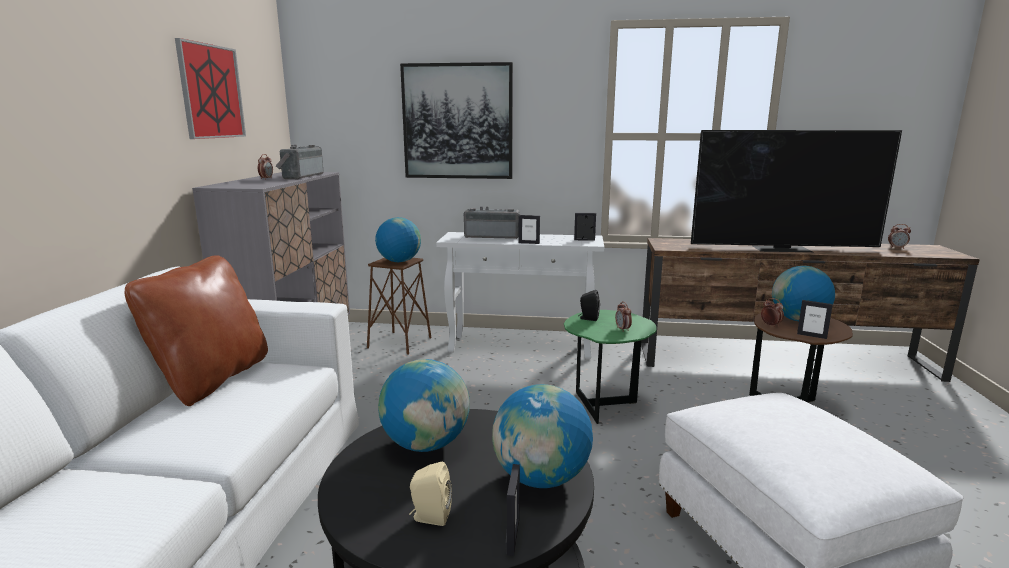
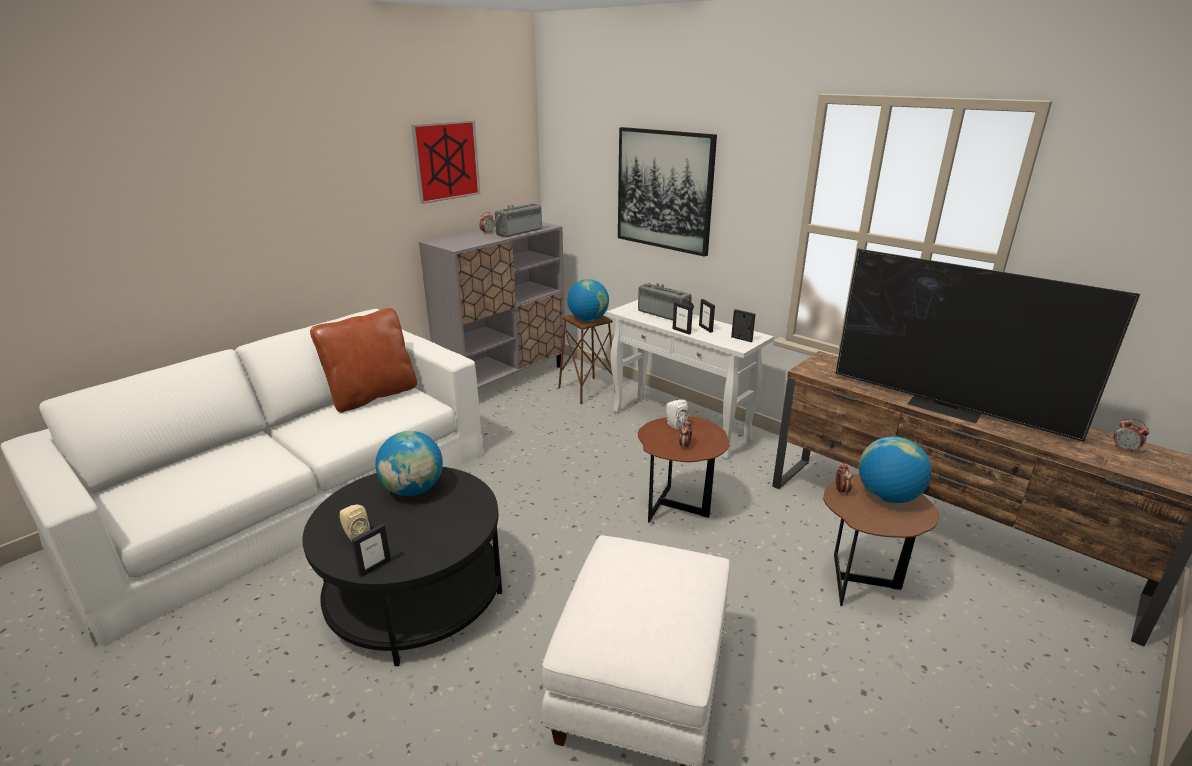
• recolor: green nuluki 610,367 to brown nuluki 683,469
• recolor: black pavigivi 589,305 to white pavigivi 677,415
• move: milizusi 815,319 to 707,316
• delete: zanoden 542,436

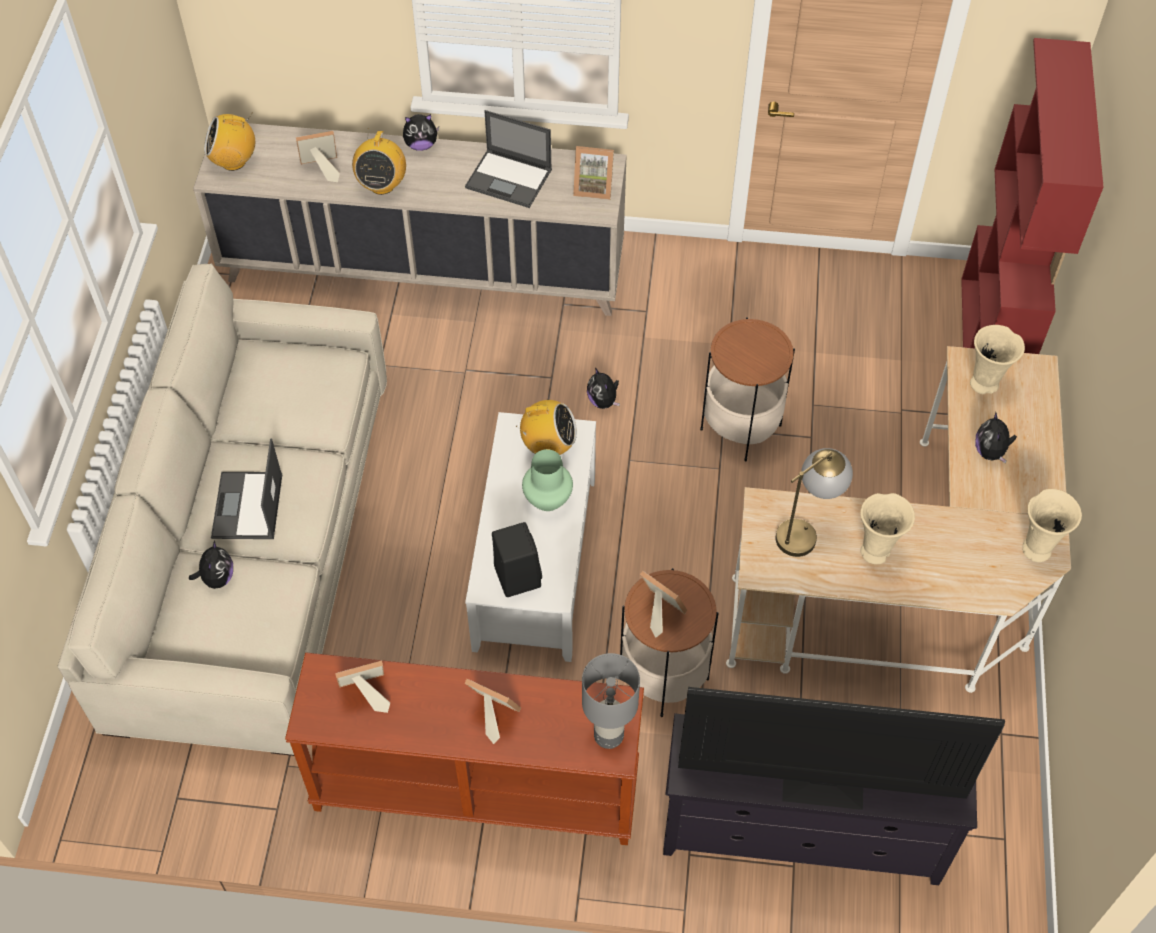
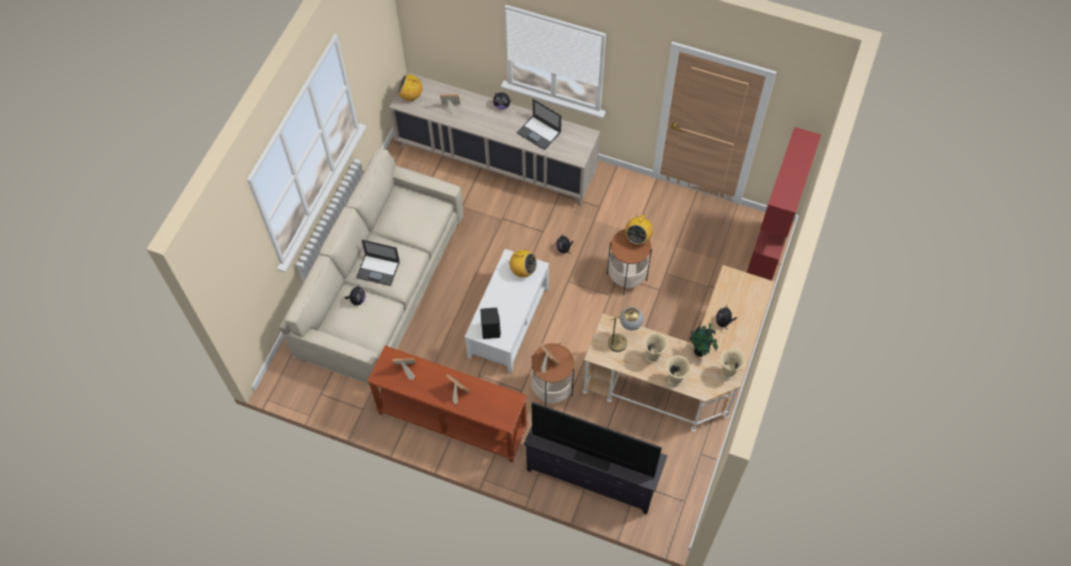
• rotate: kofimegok 246,488 = 378,263 90 degrees counterclockwise
• move: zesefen 379,163 to 639,229
• move: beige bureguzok 997,360 to 678,371
• insert: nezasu 704,339
• delete: green bureguzok 547,480
• delete: milizusi 593,173
• delete: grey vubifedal 611,701

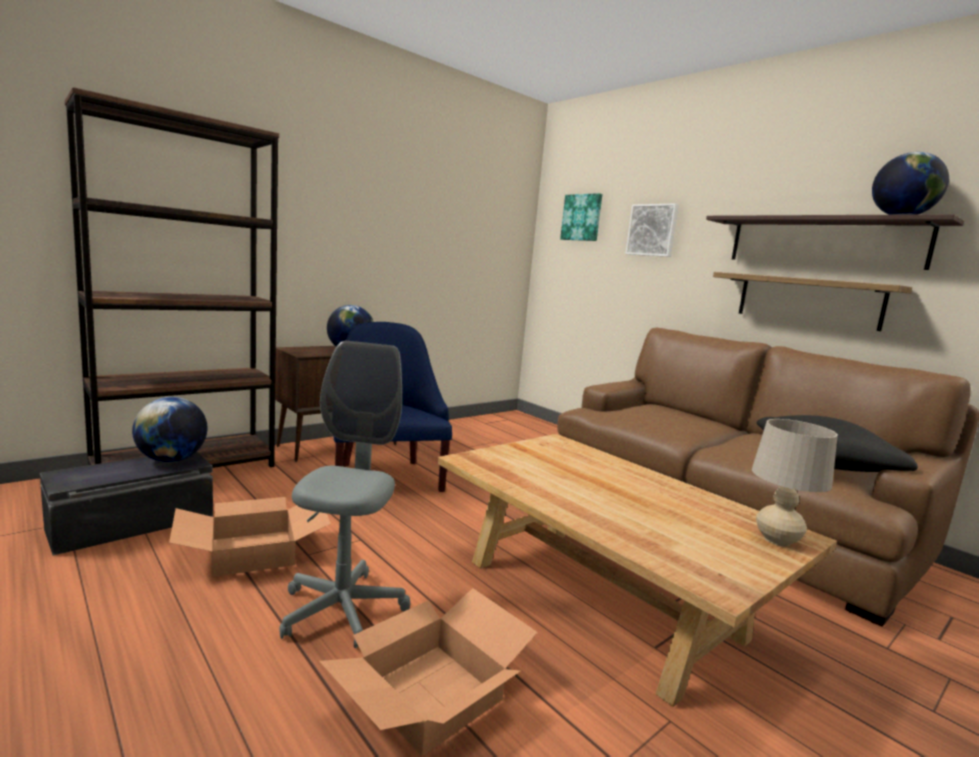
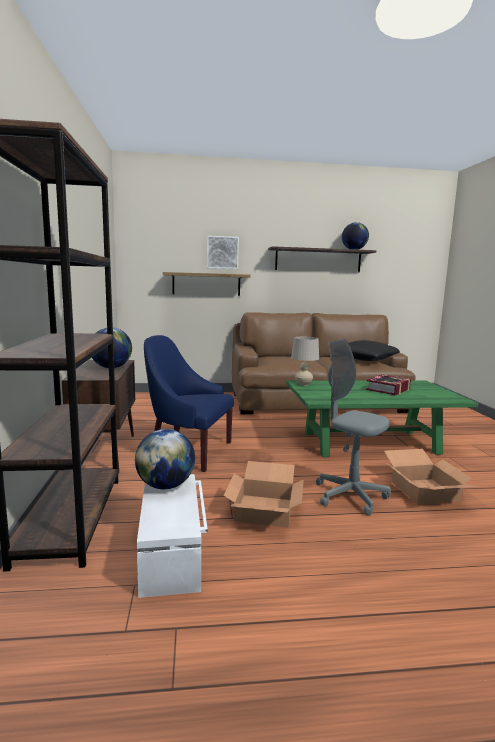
• recolor: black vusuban 126,503 to white vusuban 172,536
• move: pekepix 812,301 to 207,284
• recolor: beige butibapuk 637,570 to green butibapuk 382,419
• move: beige vubifedal 795,482 to 305,361
• insert: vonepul 388,384
• delete: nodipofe 581,217

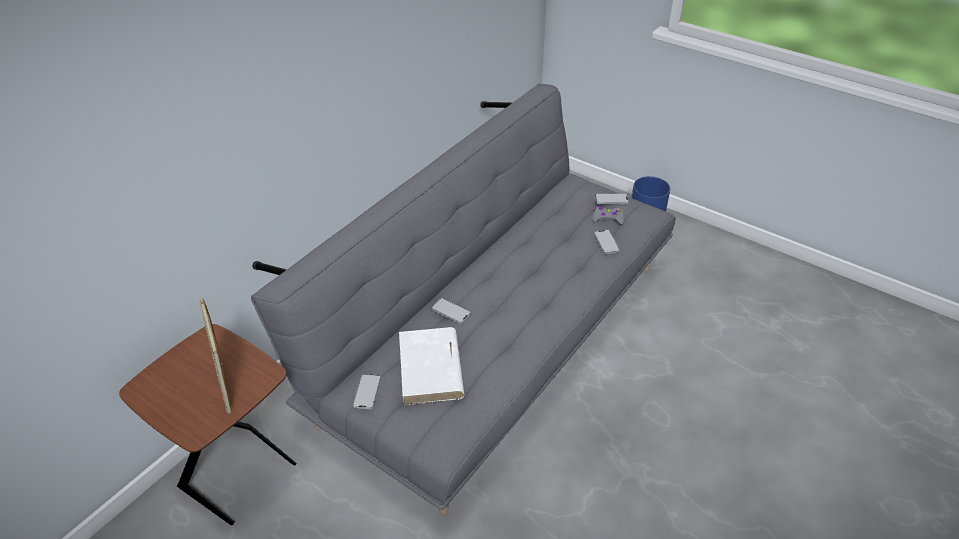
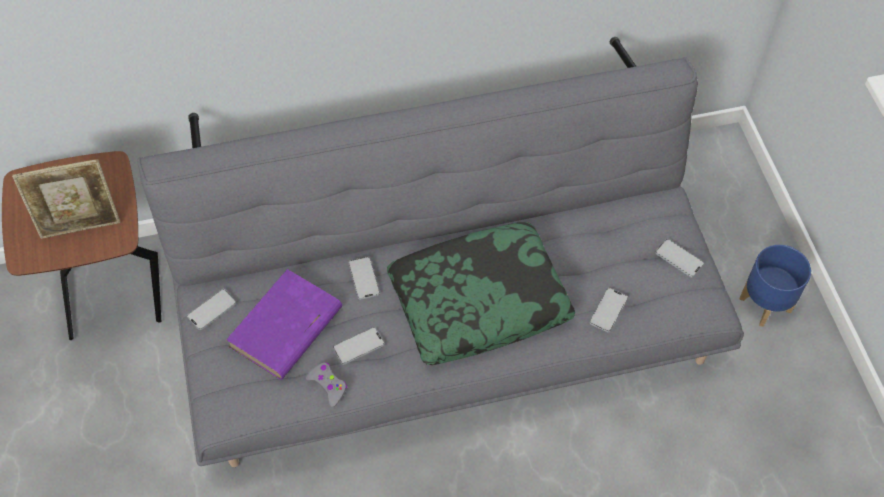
• rotate: milizusi 215,356 = 66,199 120 degrees counterclockwise
• recolor: white vonepul 432,366 to purple vonepul 284,324
• move: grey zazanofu 608,215 to 326,384
• insert: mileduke 358,346
• insert: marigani 481,293

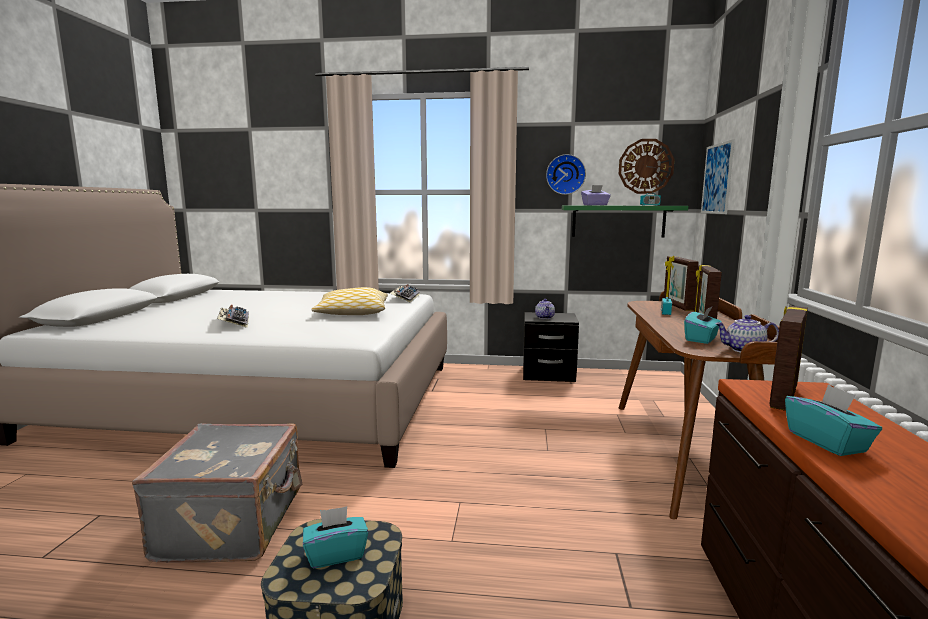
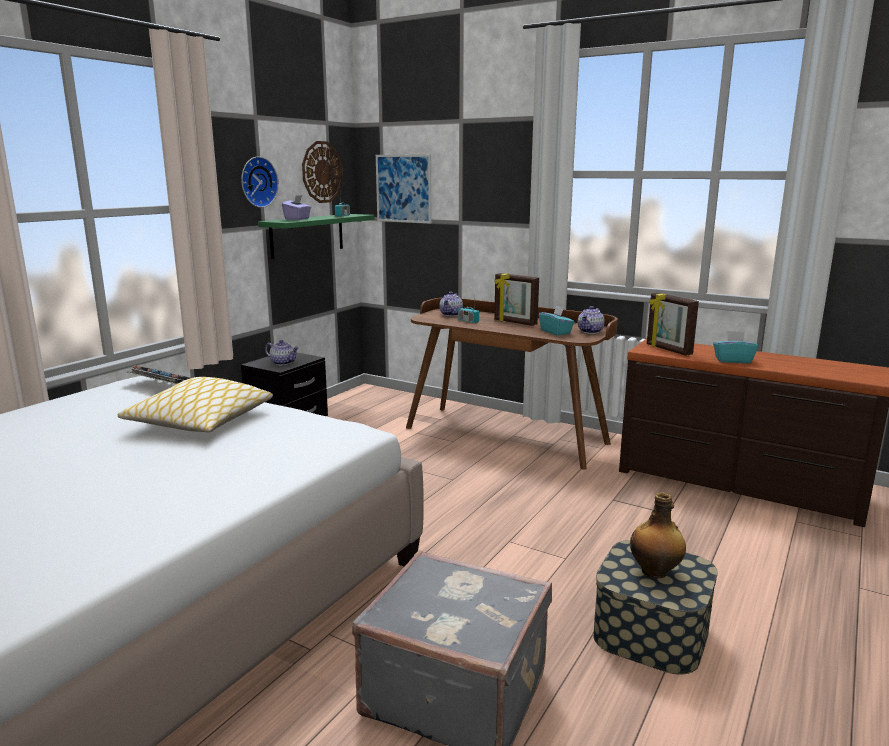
• replace: milizusi 681,283 to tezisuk 451,304
• replace: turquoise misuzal 335,537 to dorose 658,535
• delete: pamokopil 233,316

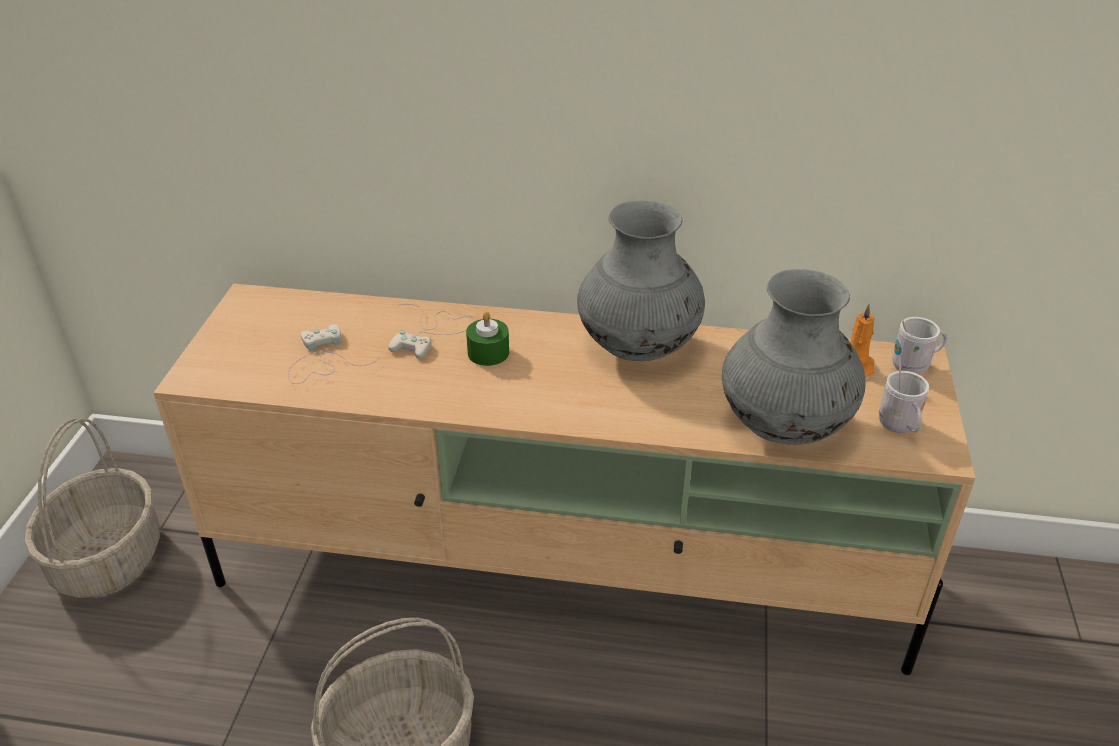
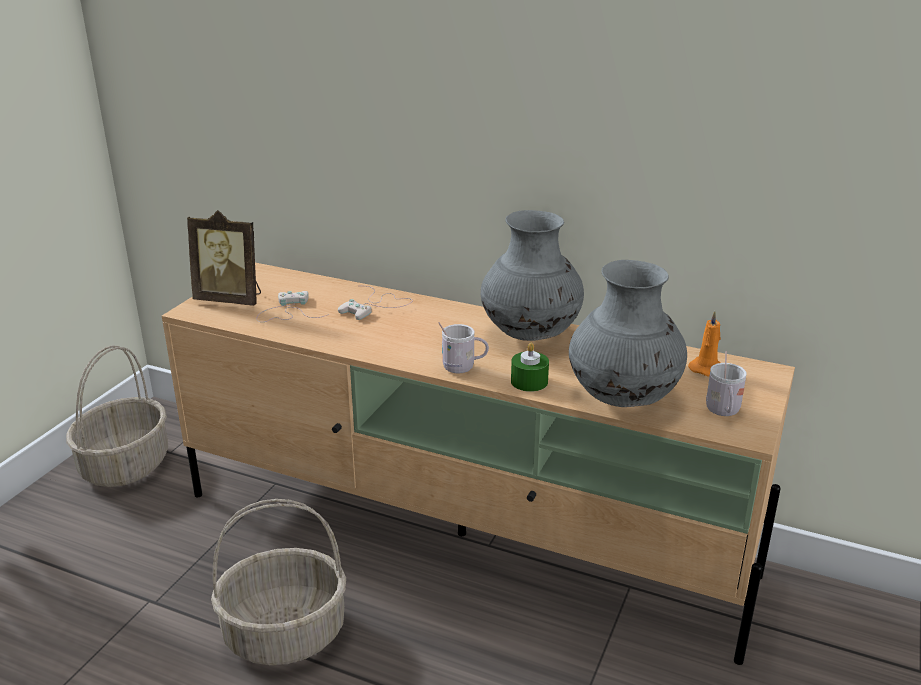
• insert: milizusi 224,258
• move: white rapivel 919,346 to 463,347
• move: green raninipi 487,339 to 530,367

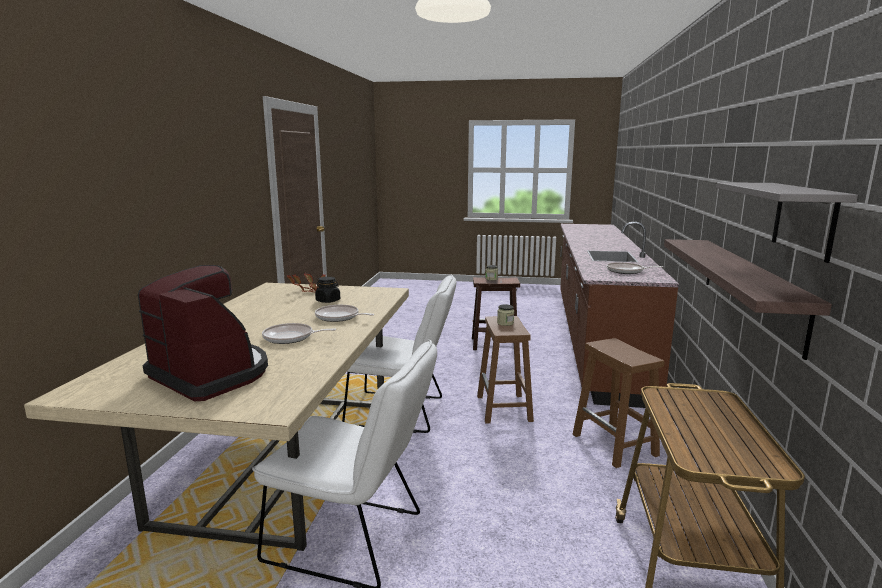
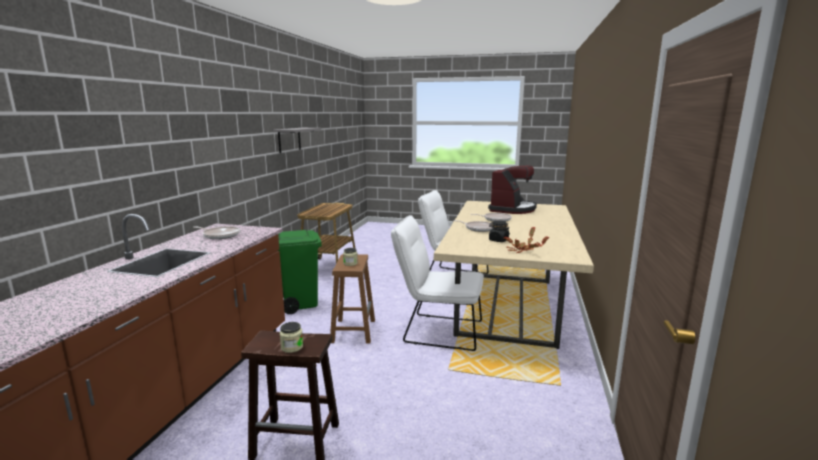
• replace: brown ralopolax 618,403 to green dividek 300,272
• rotate: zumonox 203,333 = 512,189 105 degrees counterclockwise
• delete: pekepix 748,299

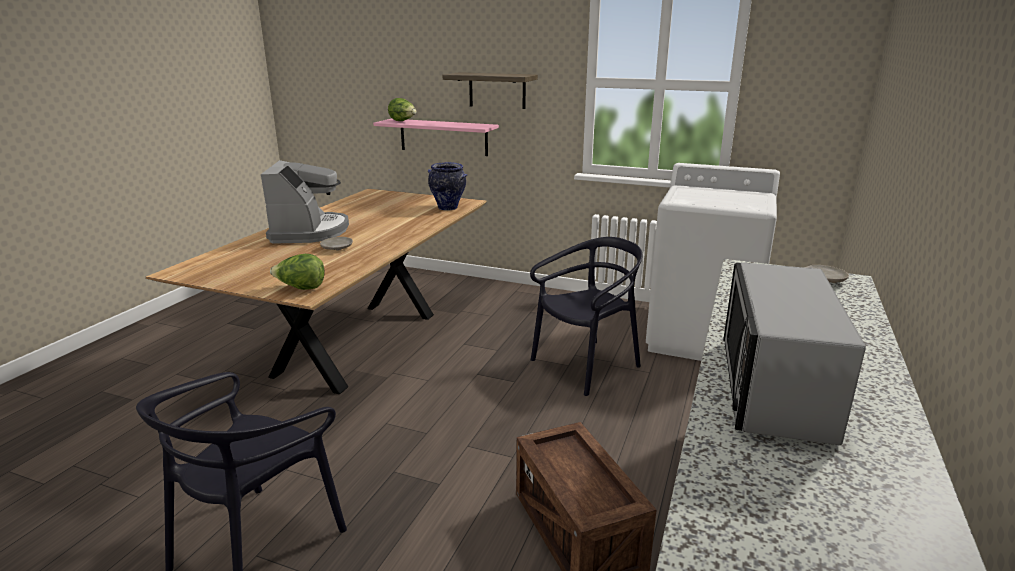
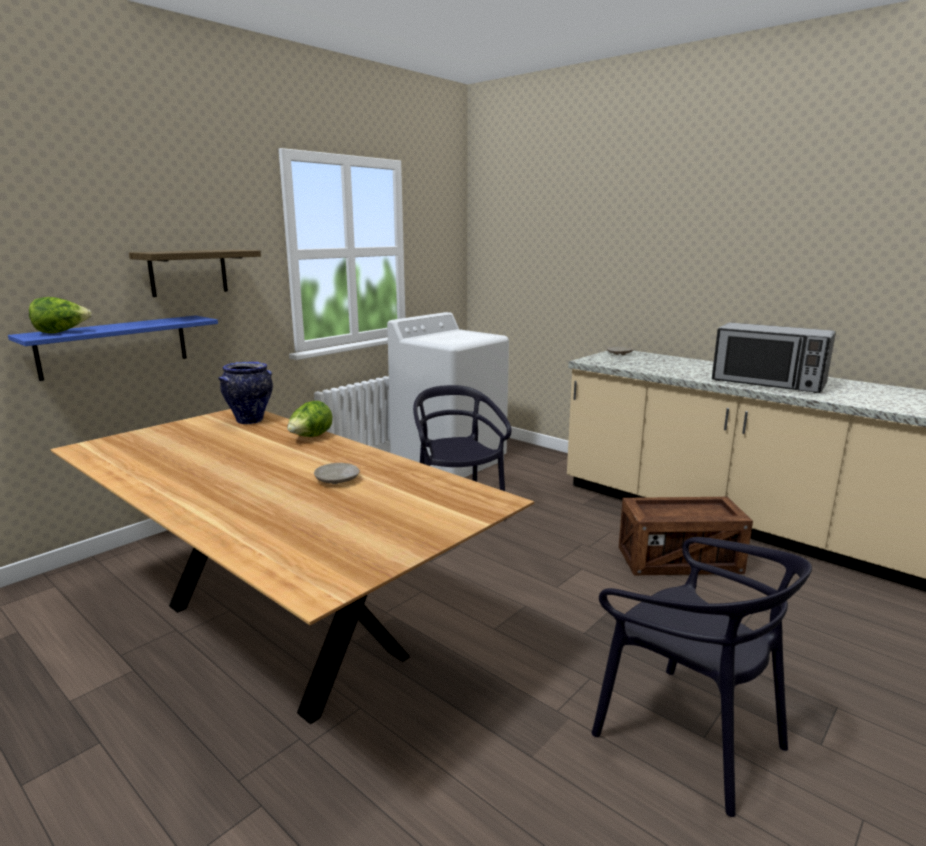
• recolor: pink pekepix 436,137 to blue pekepix 113,348
• move: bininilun 297,272 to 309,419
• delete: zumonox 305,202

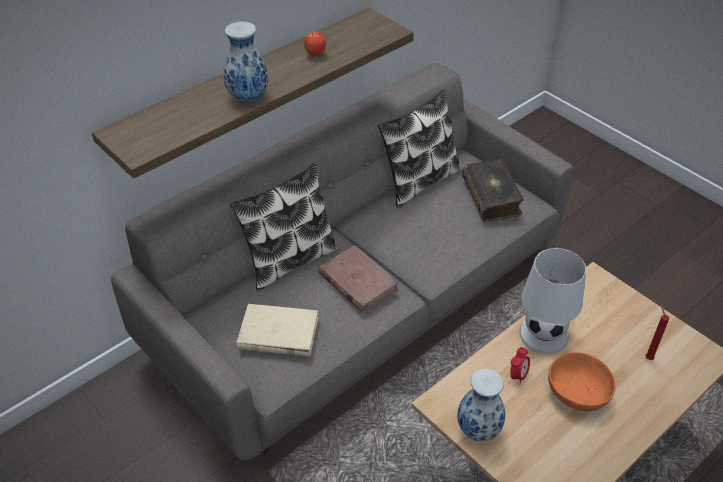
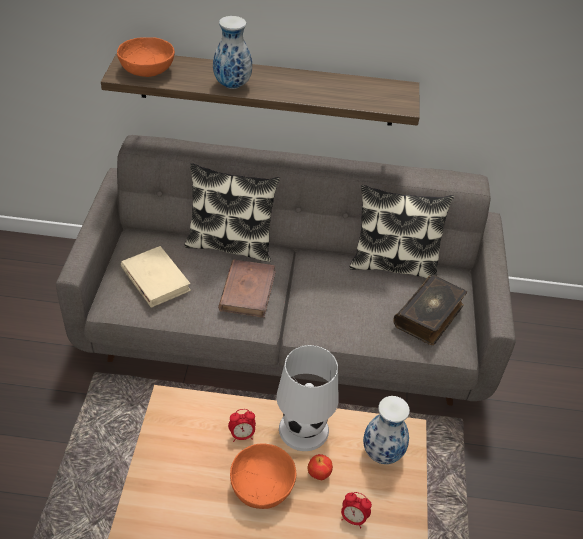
• insert: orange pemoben 146,57
• move: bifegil 315,44 to 320,467
• replace: red raninipi 657,333 to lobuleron 356,510
• move: bureguzok 481,405 to 386,430

